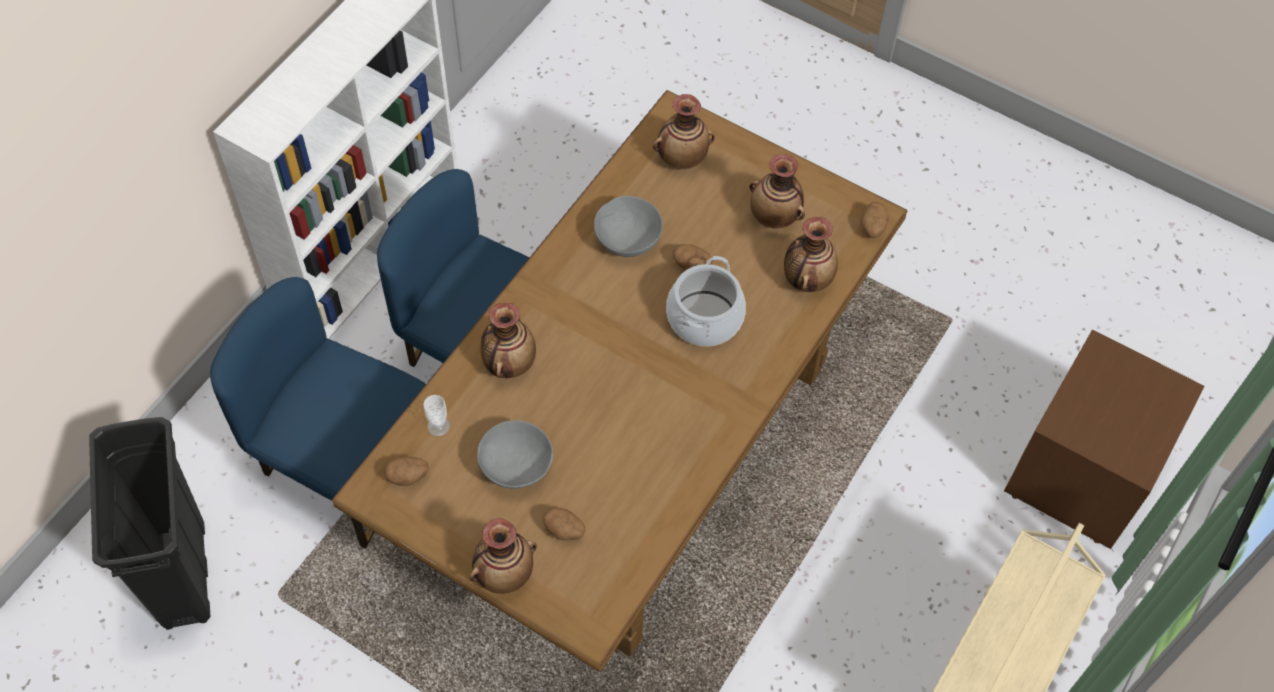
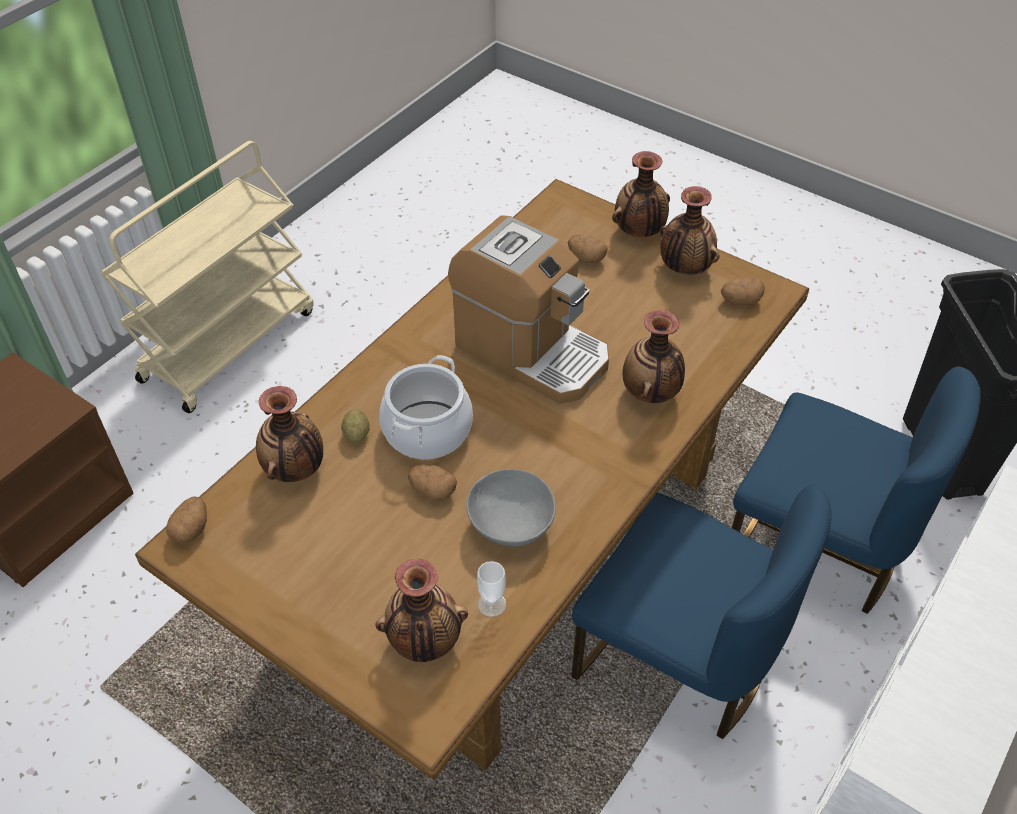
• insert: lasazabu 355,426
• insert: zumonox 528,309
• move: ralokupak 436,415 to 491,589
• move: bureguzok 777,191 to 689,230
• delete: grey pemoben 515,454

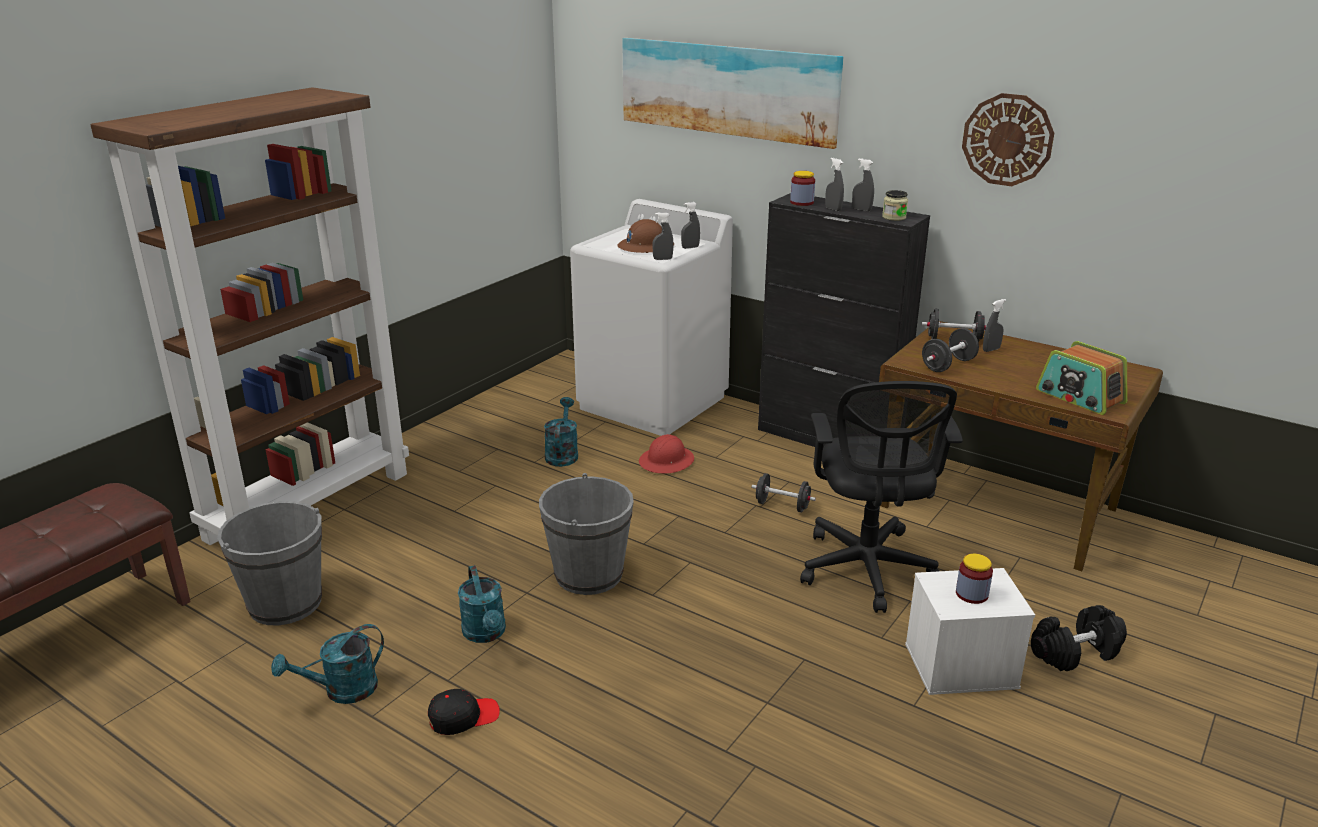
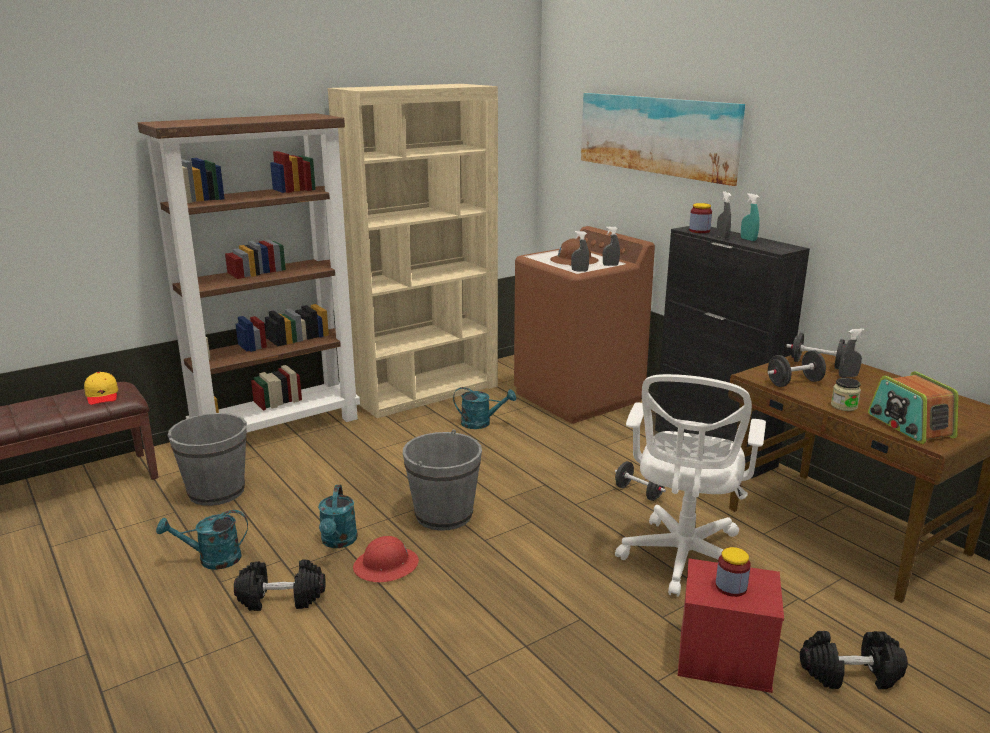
• insert: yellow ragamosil 101,388
• replace: black ragamosil 464,712 to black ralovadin 280,585
• insert: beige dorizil 413,251
• move: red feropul 666,453 to 386,559
• rotate: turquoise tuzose 561,432 = 484,408 75 degrees clockwise
• recolor: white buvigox 651,317 to brown buvigox 584,325
• recolor: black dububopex 881,497 to white dububopex 690,485
• recolor: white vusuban 970,631 to red vusuban 731,625
• recolor: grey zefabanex 863,184 to turquoise zefabanex 750,217
• move: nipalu 895,205 to 846,394
• delete: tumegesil 1008,139

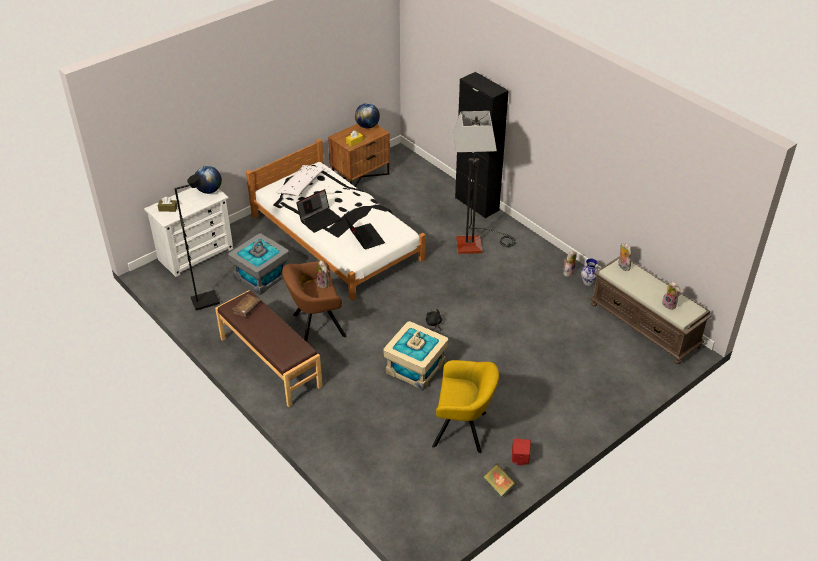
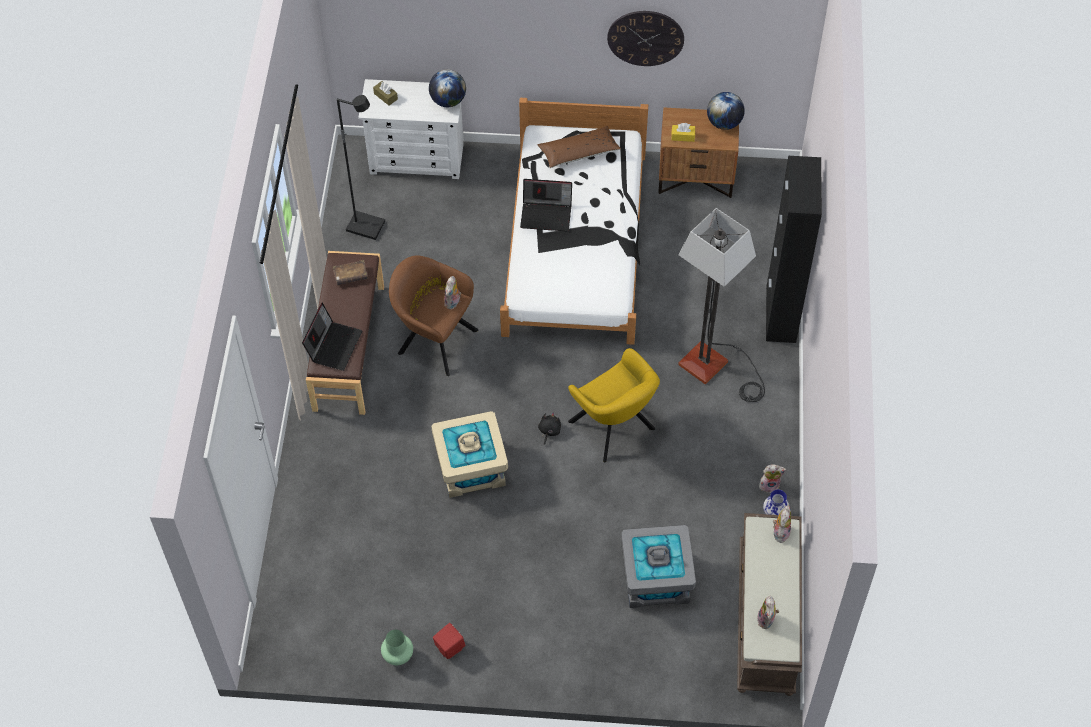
• move: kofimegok 364,231 to 332,337
• replace: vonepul 500,480 to green bureguzok 397,647
• recolor: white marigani 300,180 to brown marigani 579,147
• move: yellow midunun 465,406 to 614,405
• insert: tumegesil 645,38
• move: grey vusuban 258,264 to 658,566

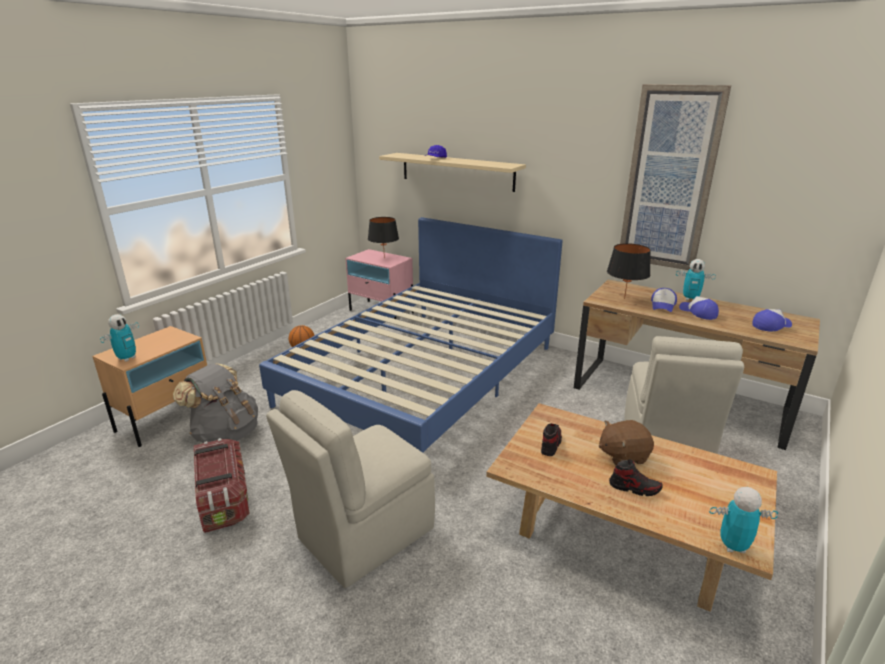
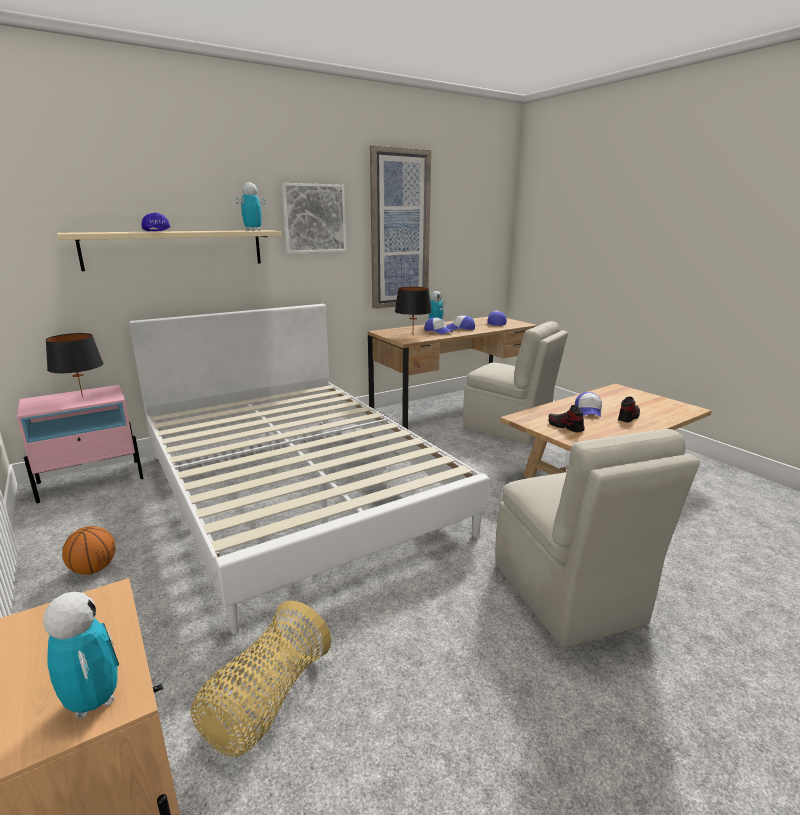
• recolor: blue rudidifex 411,335 to white rudidifex 309,469
• replace: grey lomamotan 215,403 to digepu 261,678
• move: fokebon 743,520 to 250,206
• insert: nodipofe 313,218
• replace: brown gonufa 626,442 to ragamosil 588,404
• delete: vusuban 222,485

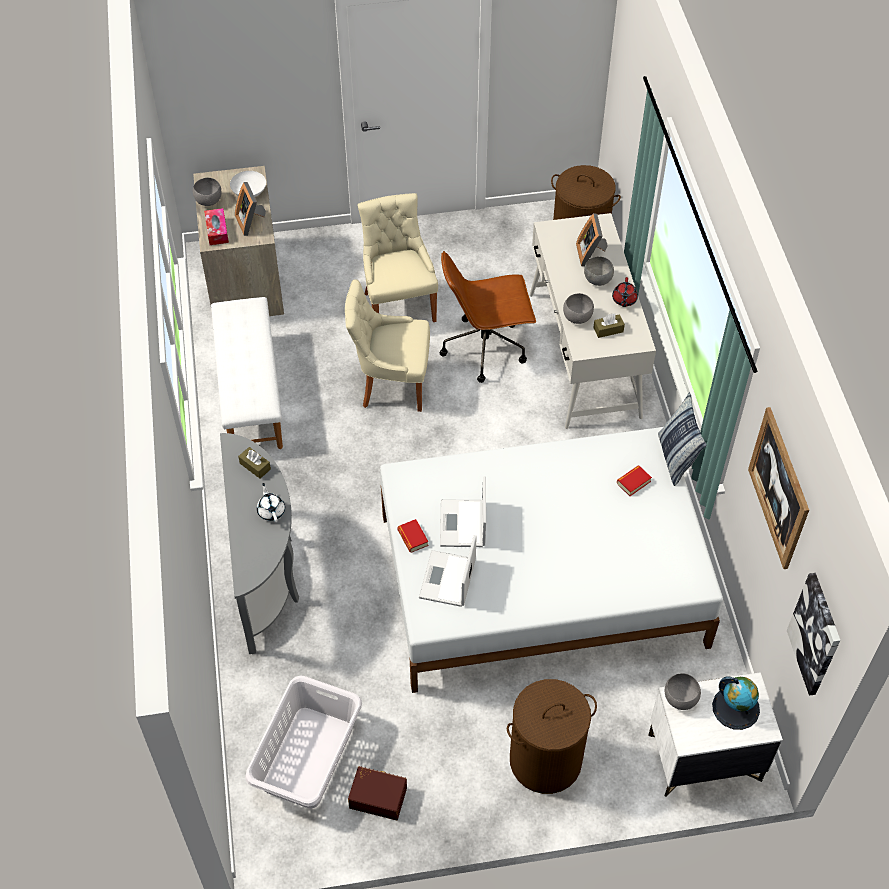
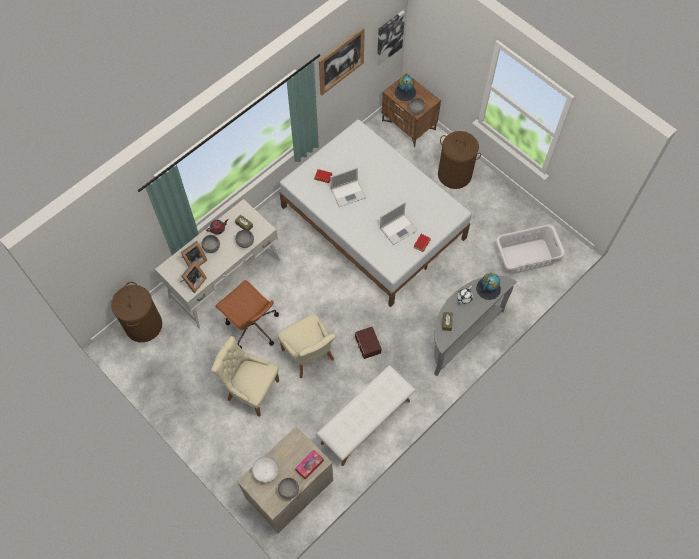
• move: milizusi 250,209 to 193,277
• rotate: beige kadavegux 398,257 = 245,376 75 degrees clockwise
• move: kofimegok 448,571 to 348,187
• move: brown vusuban 377,793 to 368,343
• recolor: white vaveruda 715,734 to brown vaveruda 411,110
• insert: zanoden 488,286
• delete: marigani 682,439

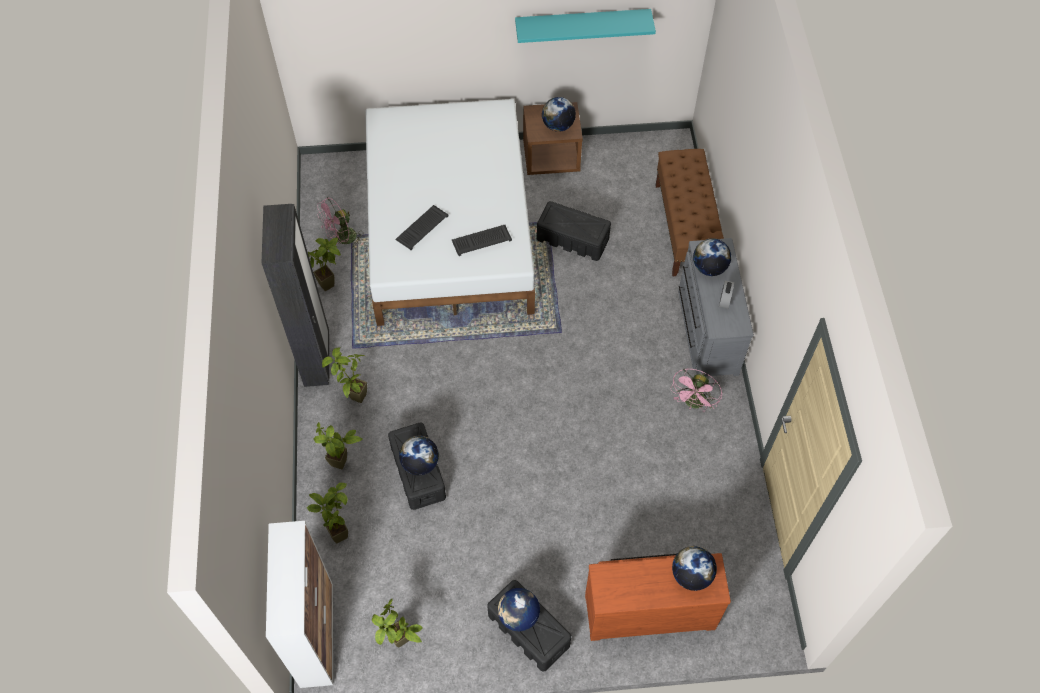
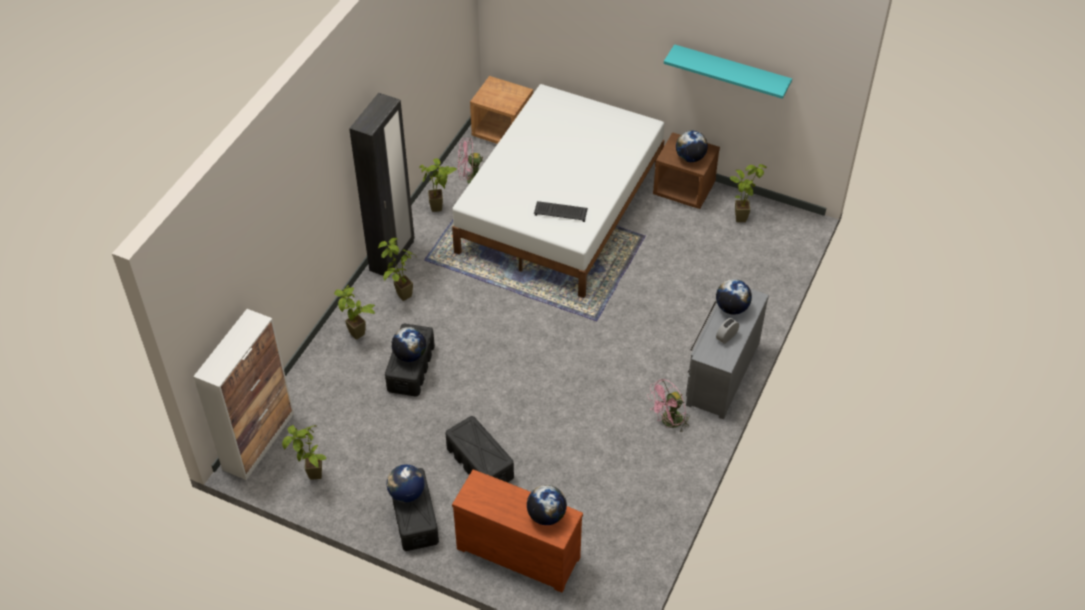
• move: black vusuban 574,231 to 479,449
• insert: brown vaveruda 501,110
• move: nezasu 327,513 to 748,193
• delete: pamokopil 421,227
• delete: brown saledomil 689,212

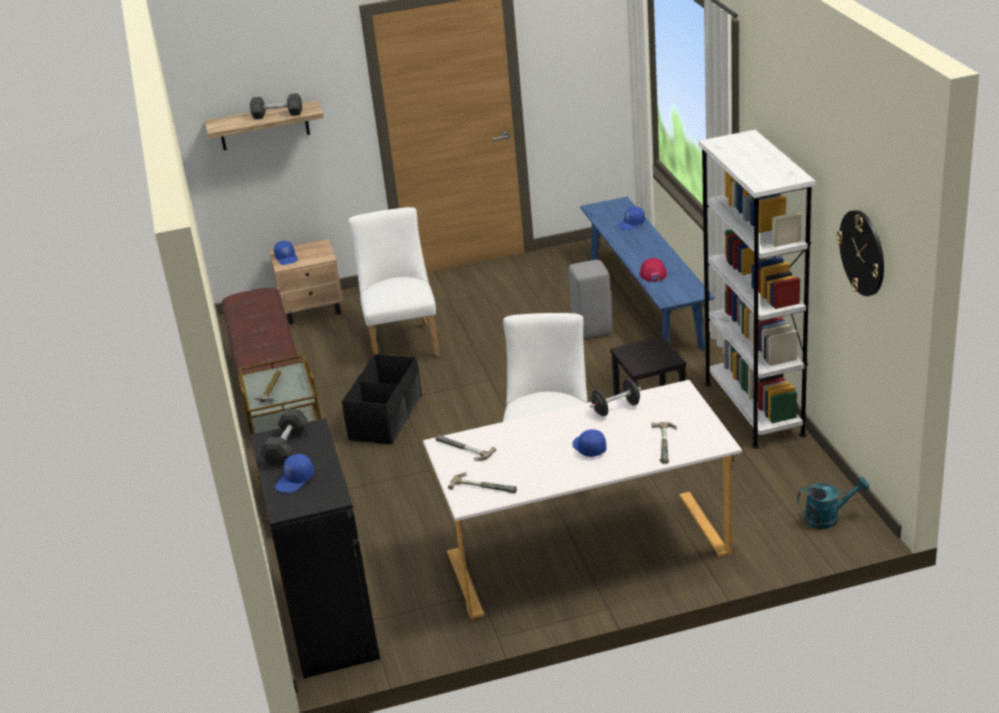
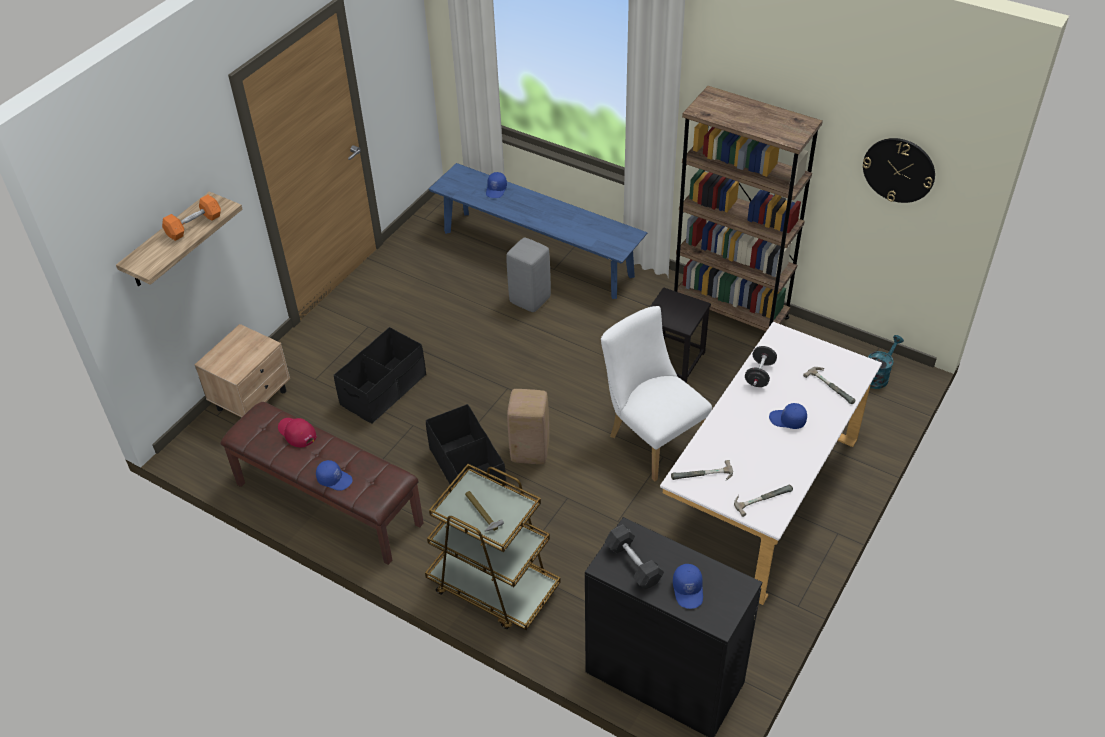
• recolor: grey ralovadin 276,106 to orange ralovadin 191,218
• move: red ragamosil 653,269 to 297,432
• move: blue ragamosil 286,253 to 334,475
• replace: white kadavegux 394,282 to black vusuban 380,375
• insert: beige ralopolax 528,426
• recolor: white dorizil 757,289 to brown dorizil 748,208

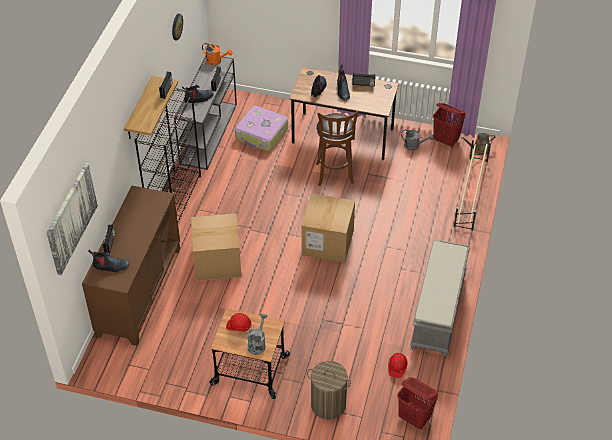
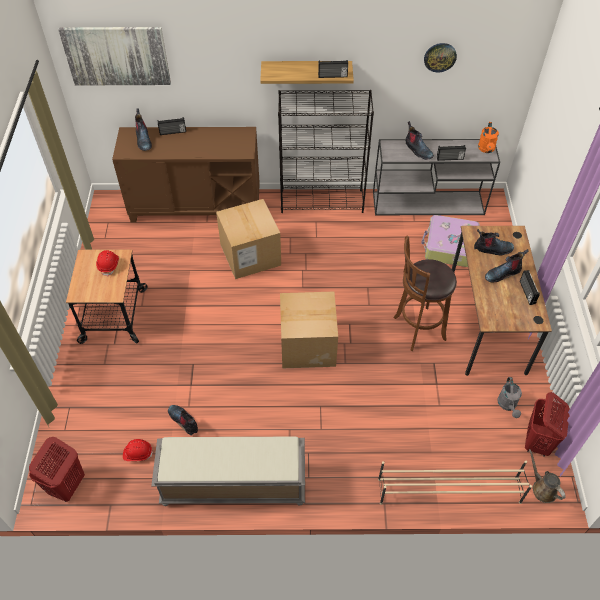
• insert: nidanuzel 183,420
• delete: grey tuzose 257,334
• delete: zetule 329,390

